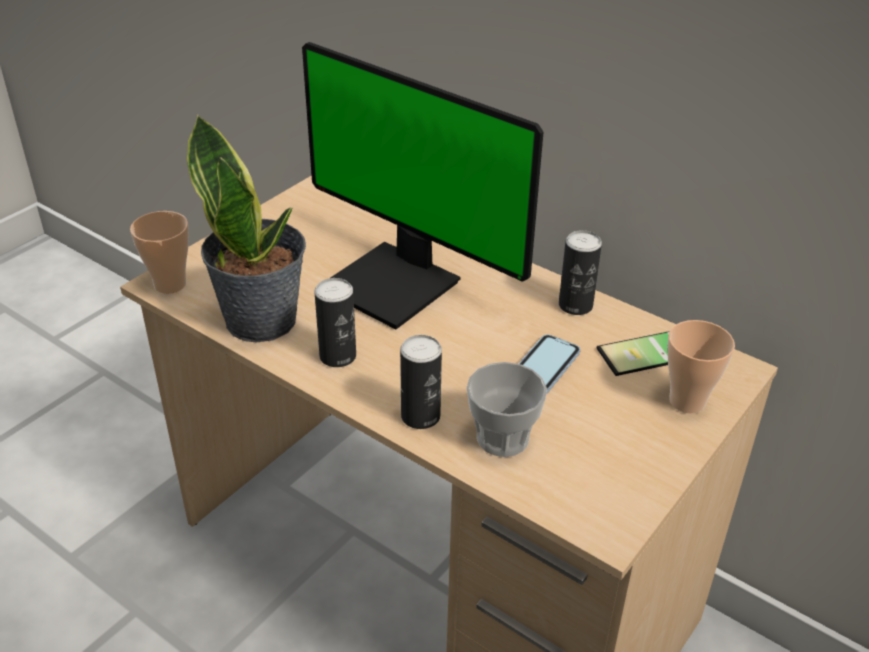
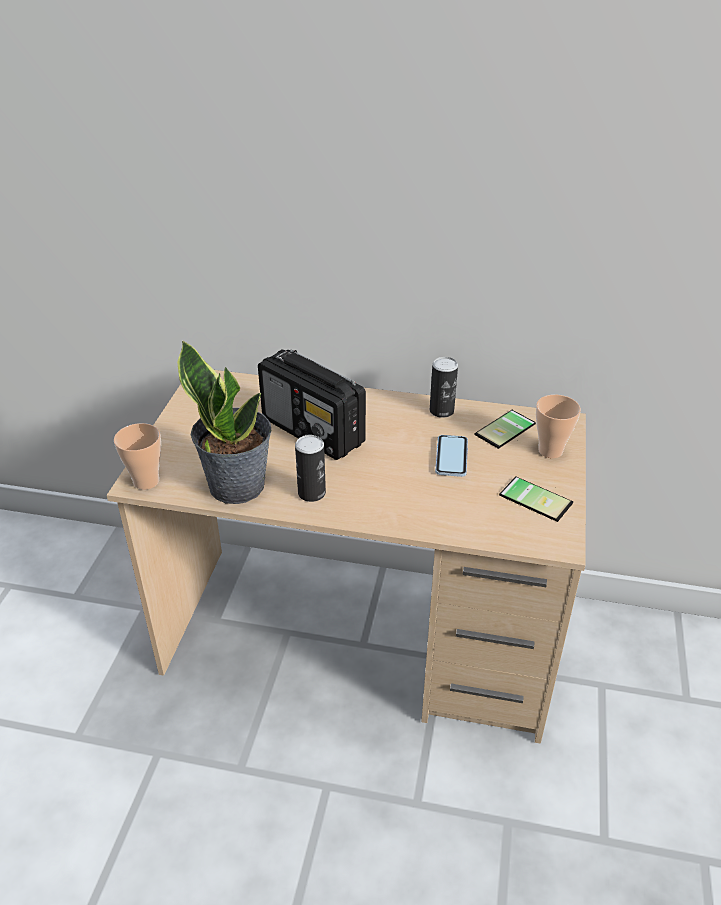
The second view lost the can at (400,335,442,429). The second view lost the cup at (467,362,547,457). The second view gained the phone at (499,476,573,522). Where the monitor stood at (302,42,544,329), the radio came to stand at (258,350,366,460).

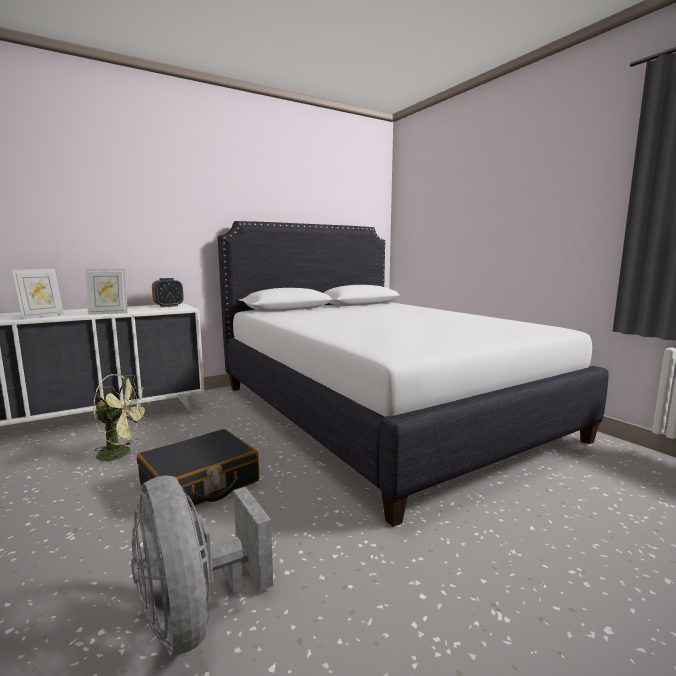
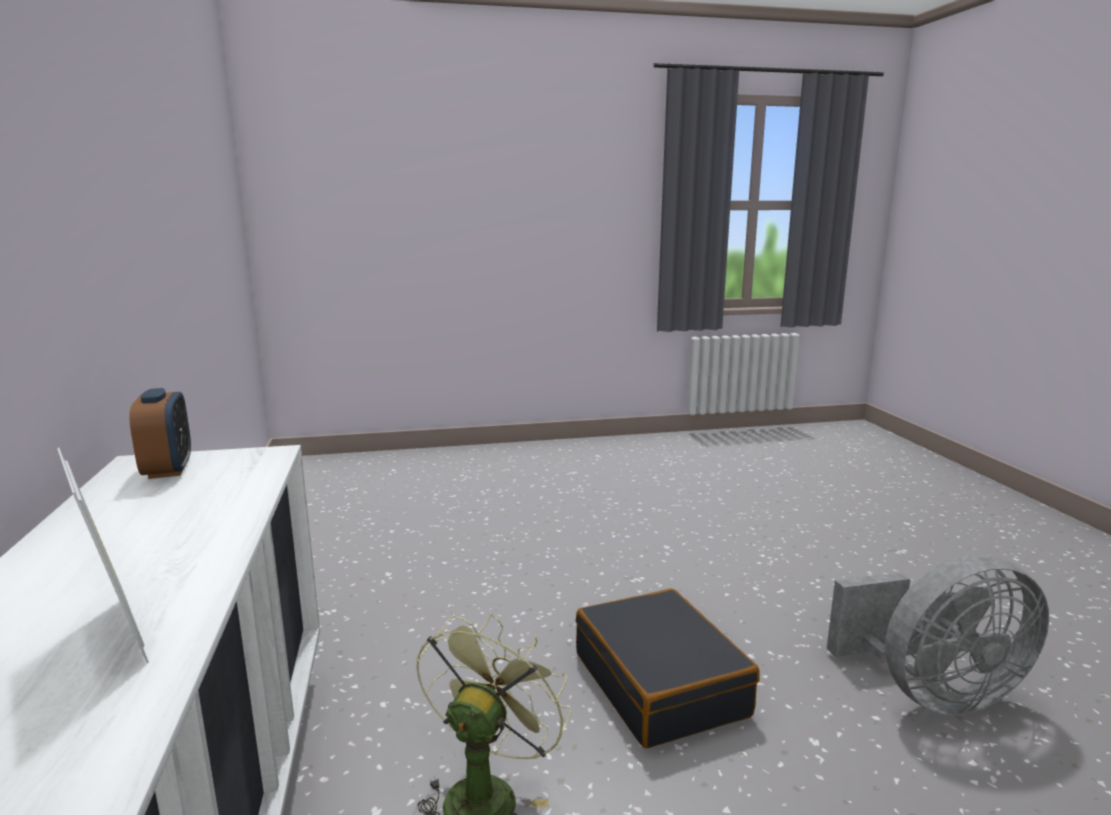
The second view lost the picture_frame at (85,269,128,315). The second view lost the white_bed at (218,221,609,527).

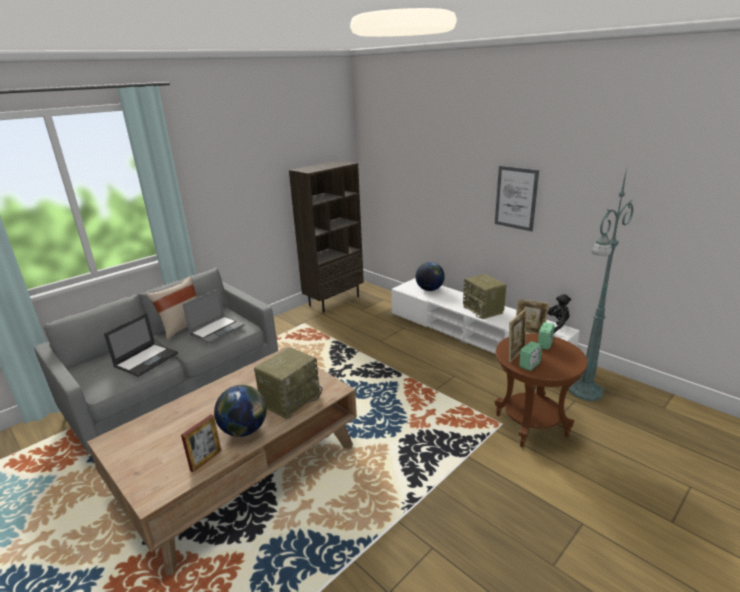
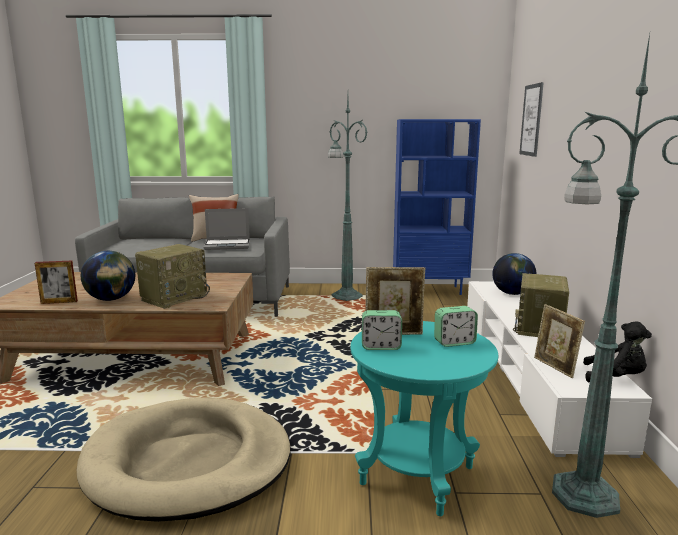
The second view lost the laptop at (104,313,178,377). The second view gained the beige_dog_bed at (77,397,291,522). The second view gained the green_floor_lamp at (328,97,368,301). The picture ended up elsewhere, having gone from (495,166,539,231) to (519,82,544,157). What was the brown_bookcase at (289,160,364,313) turned into the blue_bookcase at (393,119,481,295). What was the brown_side_table at (495,333,588,447) turned into the turquoise_side_table at (350,321,499,516). The radio at (254,347,322,419) ended up facing another way, 45 degrees counterclockwise from before.

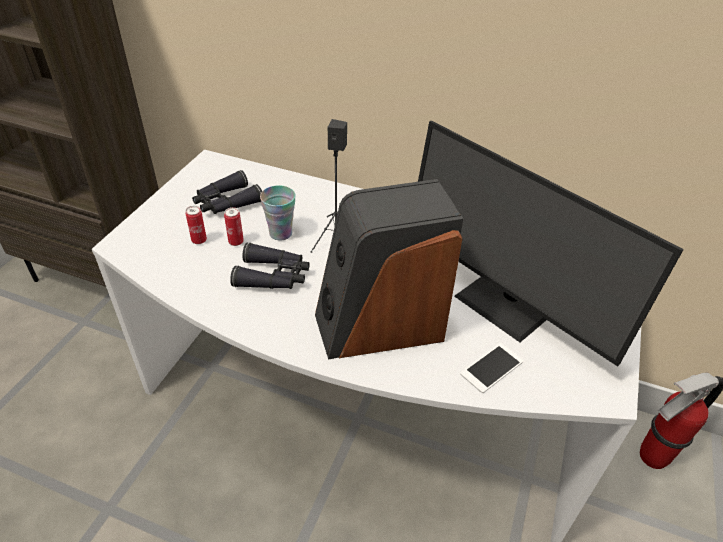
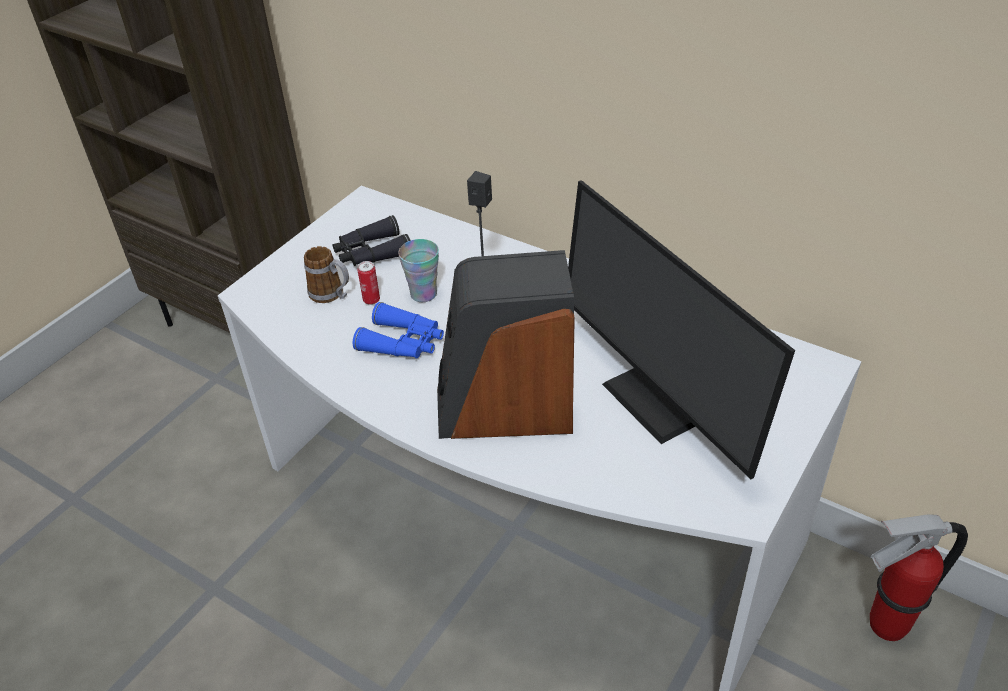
The second view lost the phone at (460,343,524,393). Where the can stood at (186,206,207,244), the mug came to stand at (304,246,349,303). What was the black_binoculars at (230,242,310,289) turned into the blue_binoculars at (353,302,444,359).

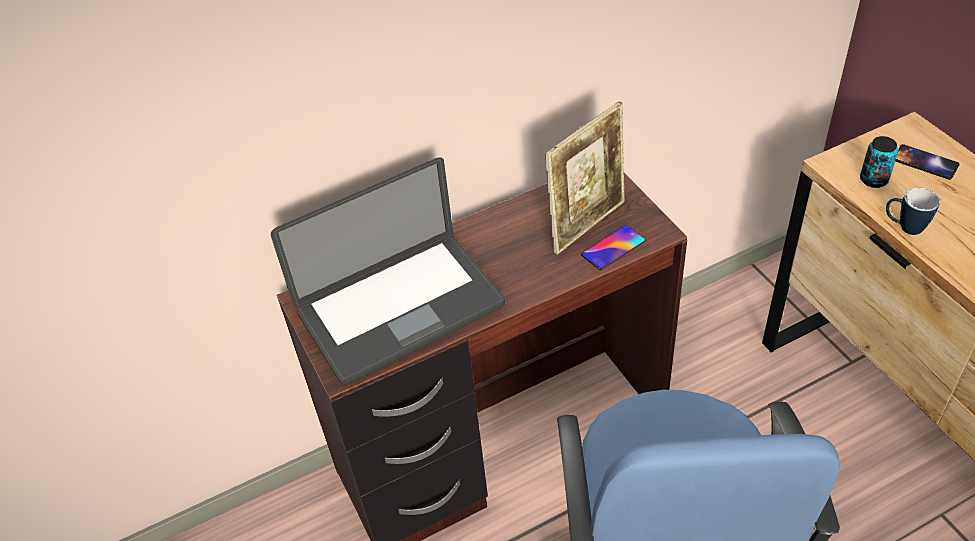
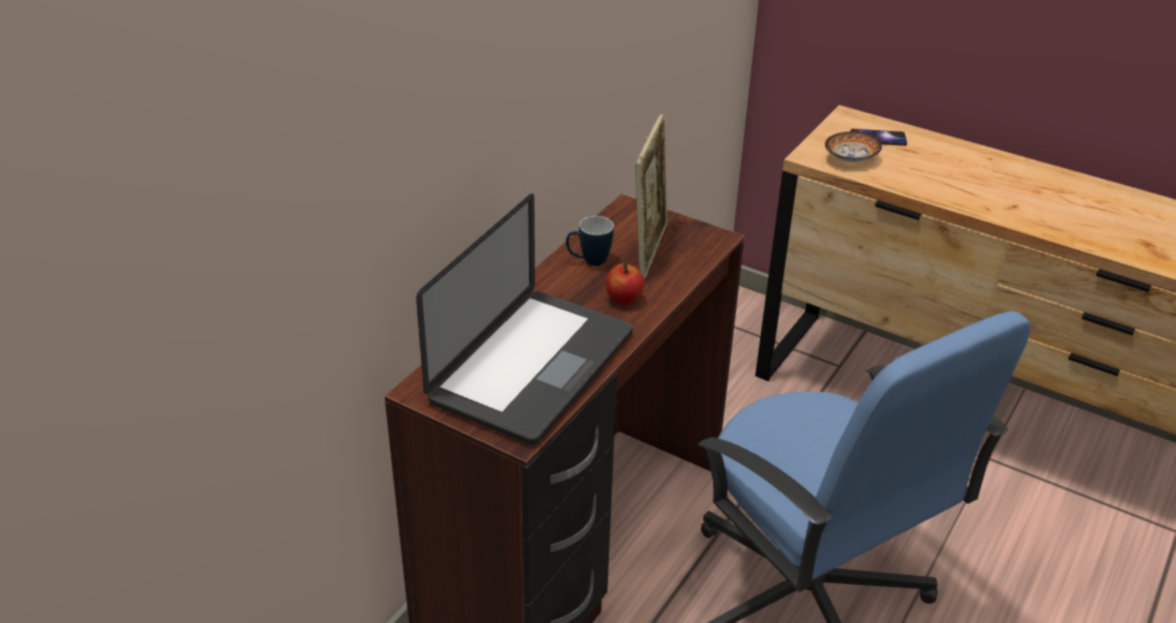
The second view lost the phone at (581,225,645,270). The second view gained the apple at (606,262,644,305). The mug ended up elsewhere, having gone from (886,187,940,235) to (566,216,614,266). Where the can stood at (860,136,898,188), the bowl came to stand at (825,132,882,162).

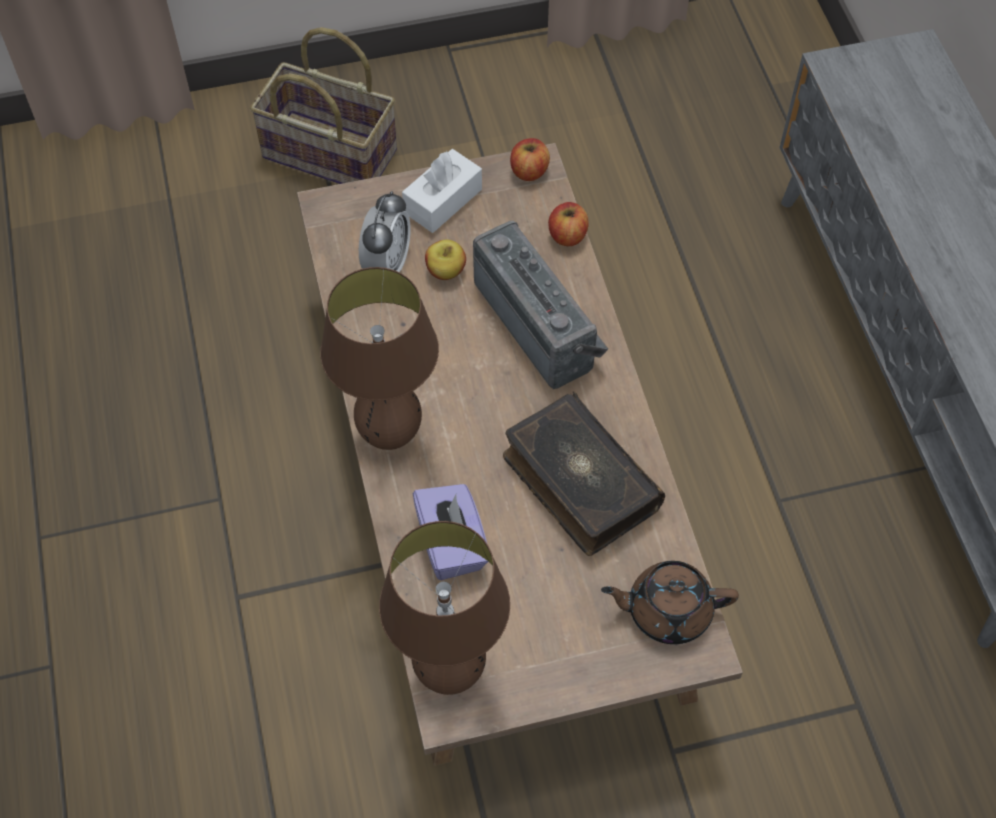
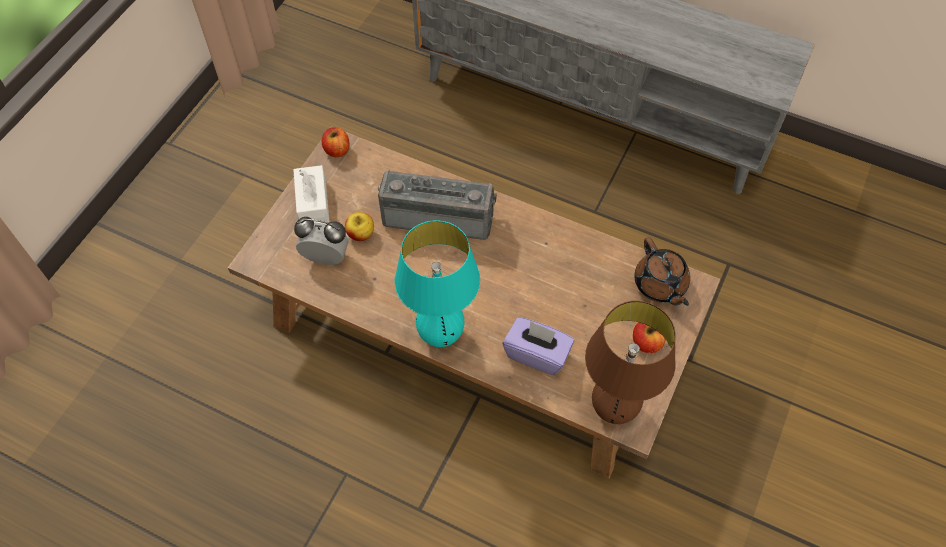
The second view lost the basket at (250,27,397,184). The second view lost the book at (503,391,665,556). The apple ended up elsewhere, having gone from (548,202,589,246) to (633,323,666,353). What was the brown_table_lamp at (320,267,439,450) turned into the turquoise_table_lamp at (395,220,480,347). The alarm_clock at (359,191,411,272) ended up facing another way, 45 degrees counterclockwise from before. The brown_teapot at (601,561,739,644) ended up facing another way, 60 degrees counterclockwise from before.

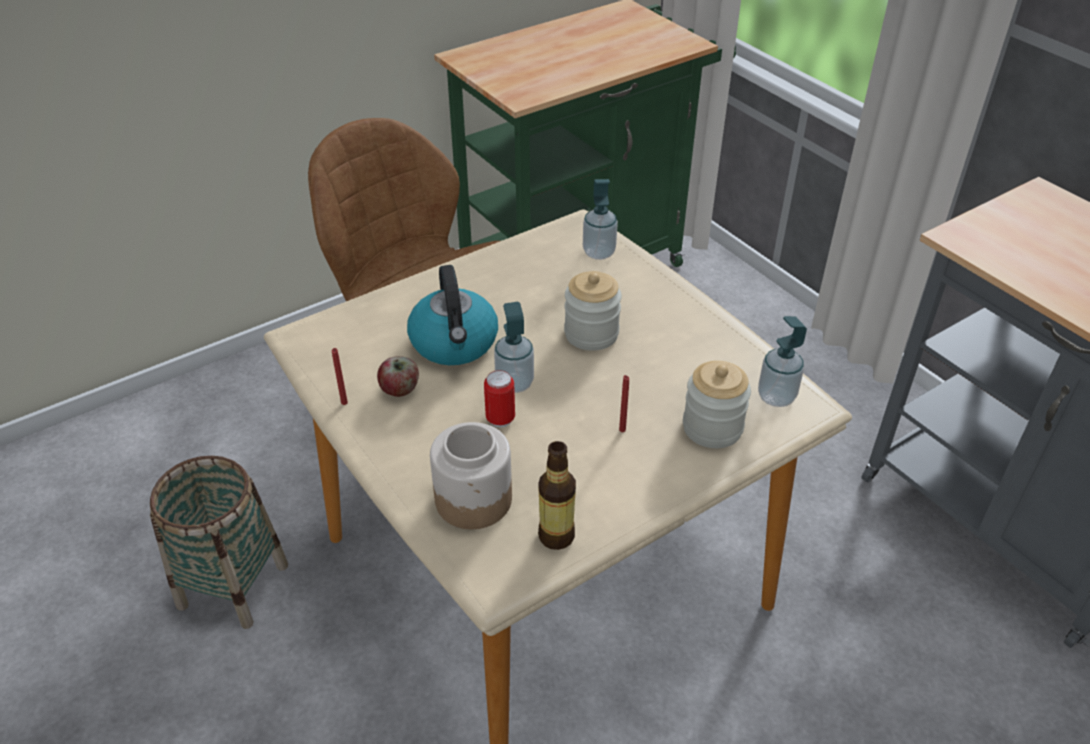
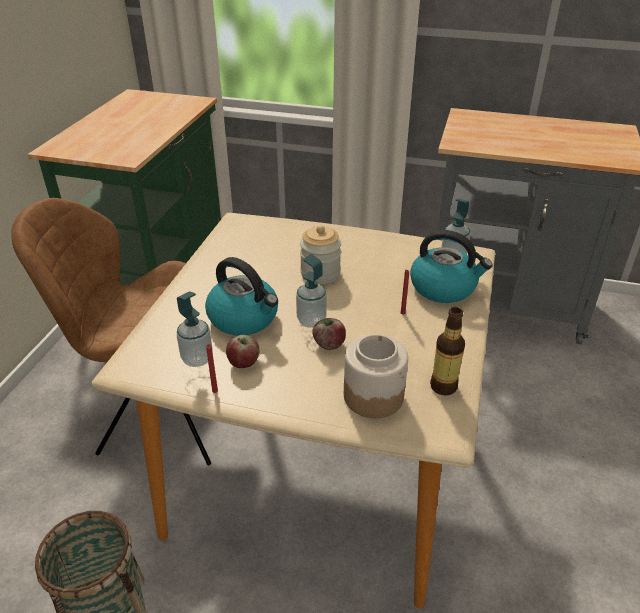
The soap_dispenser ended up elsewhere, having gone from (583,179,618,260) to (177,291,213,367). Where the can stood at (484,370,515,427), the apple came to stand at (312,318,346,350). Where the jar stood at (683,361,751,448), the kettle came to stand at (410,230,493,303).

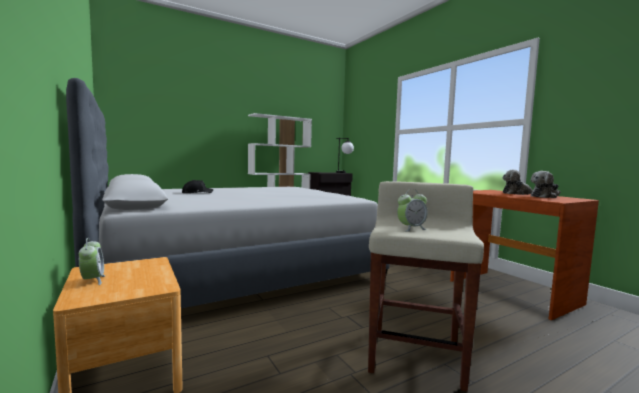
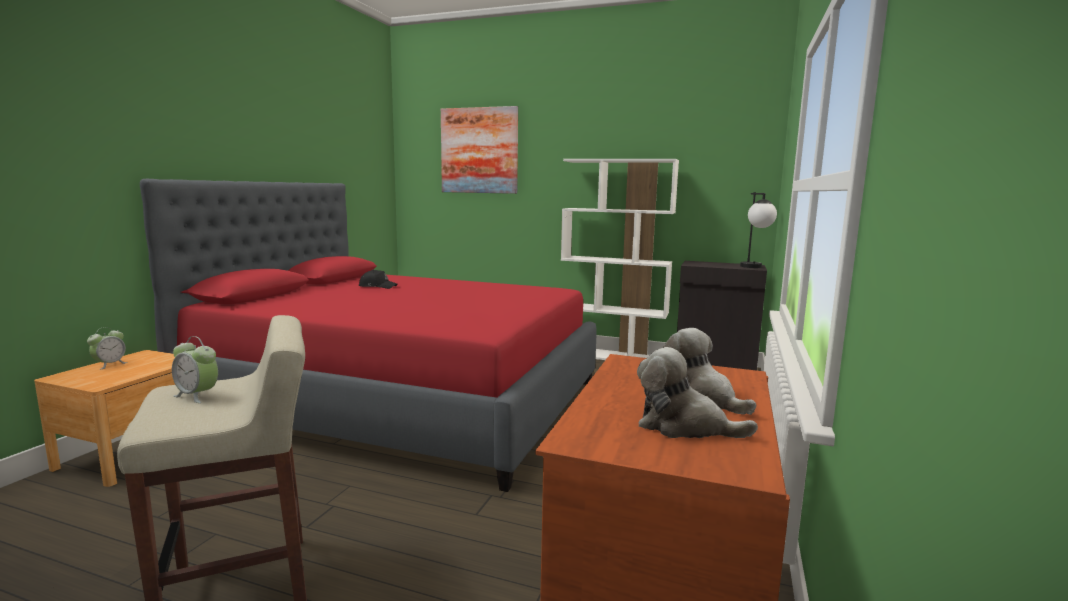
The second view gained the picture at (441,106,518,194). What was the grey_bed at (66,78,389,308) turned into the red_bed at (140,179,597,492).

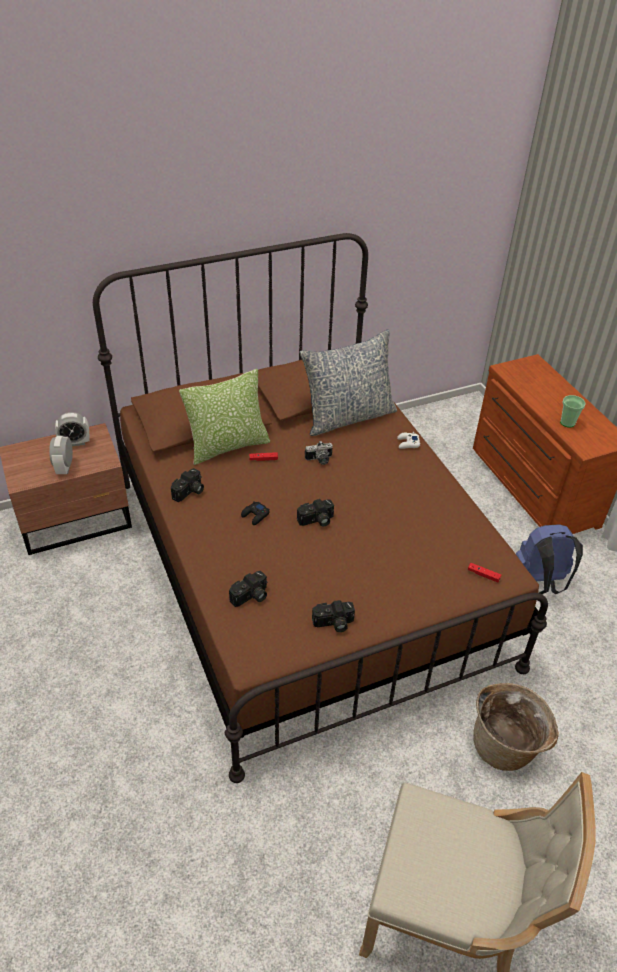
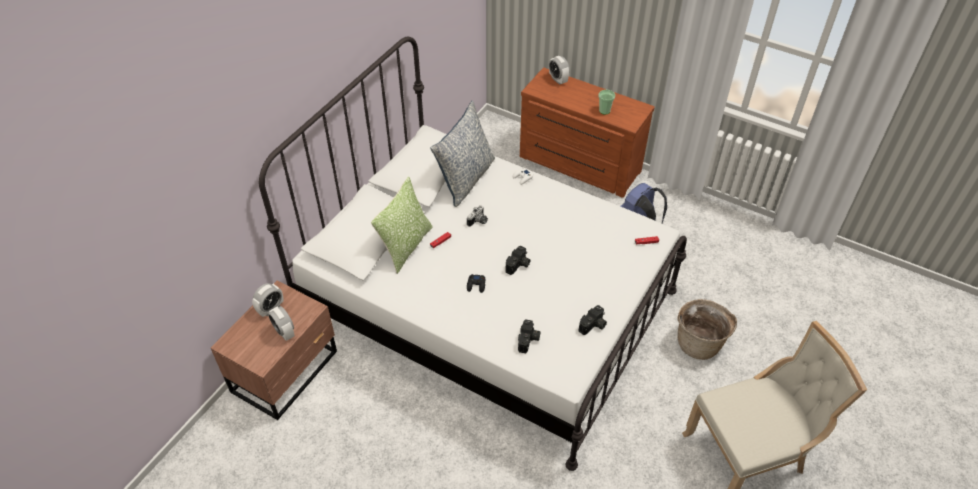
The second view lost the photo_camera at (171,468,204,502). The second view gained the alarm_clock at (549,56,570,85). What was the brown_bed at (93,233,548,783) turned into the white_bed at (259,37,687,471).

